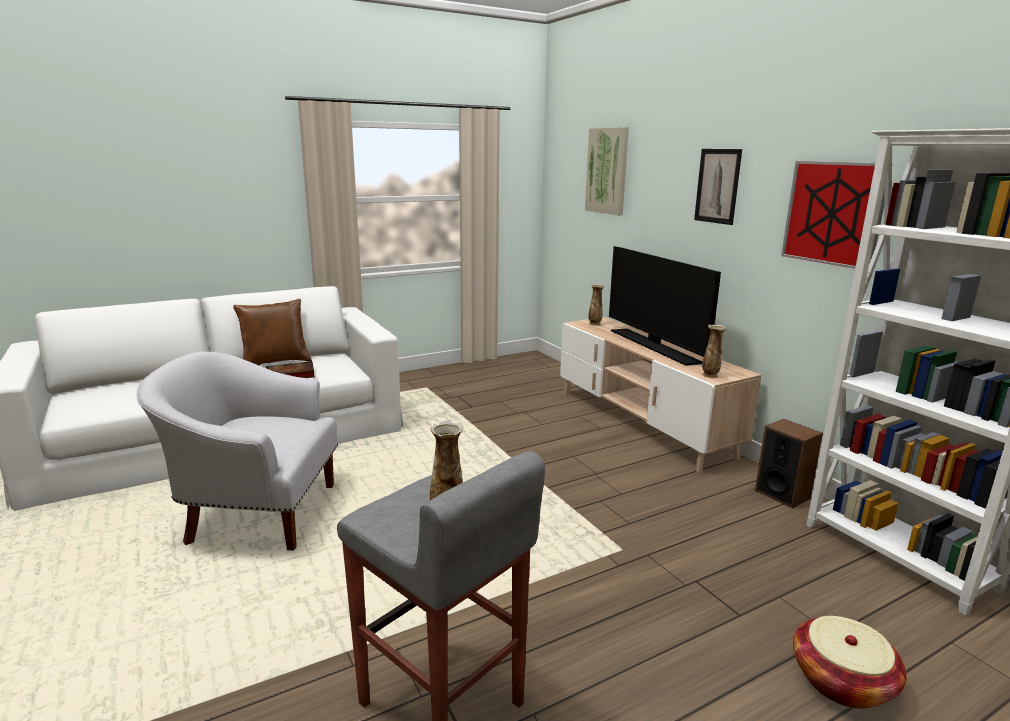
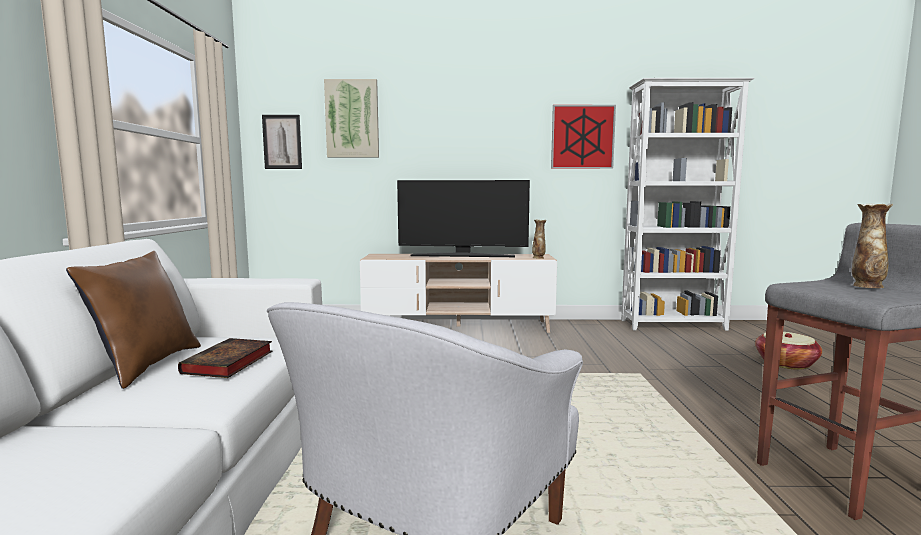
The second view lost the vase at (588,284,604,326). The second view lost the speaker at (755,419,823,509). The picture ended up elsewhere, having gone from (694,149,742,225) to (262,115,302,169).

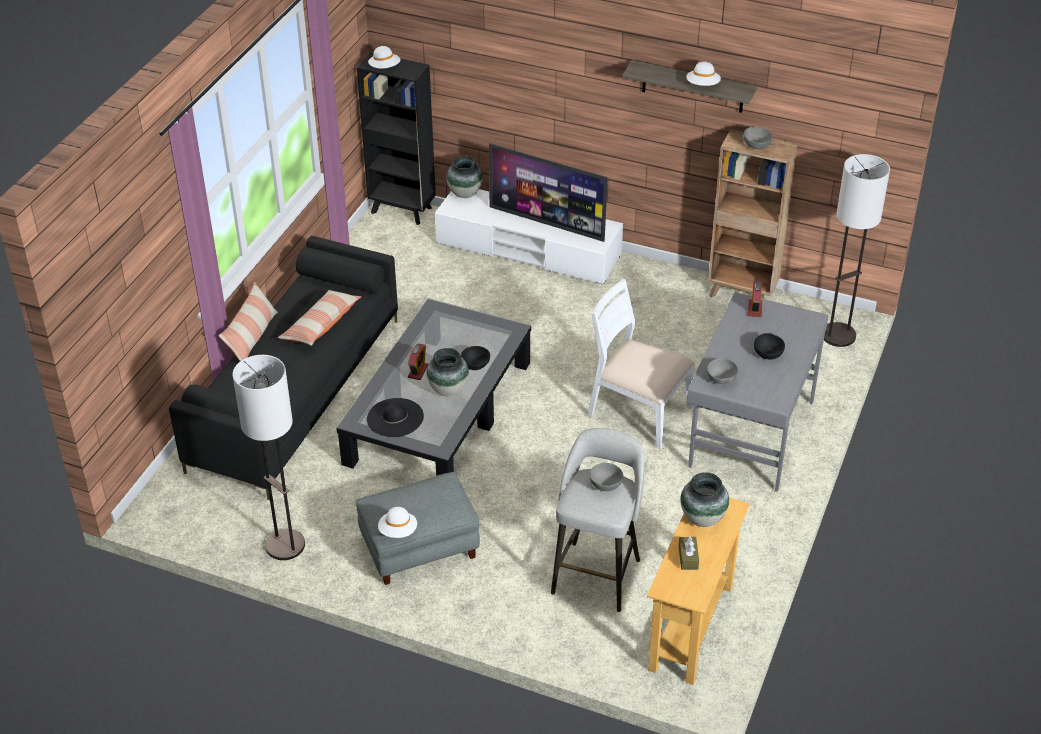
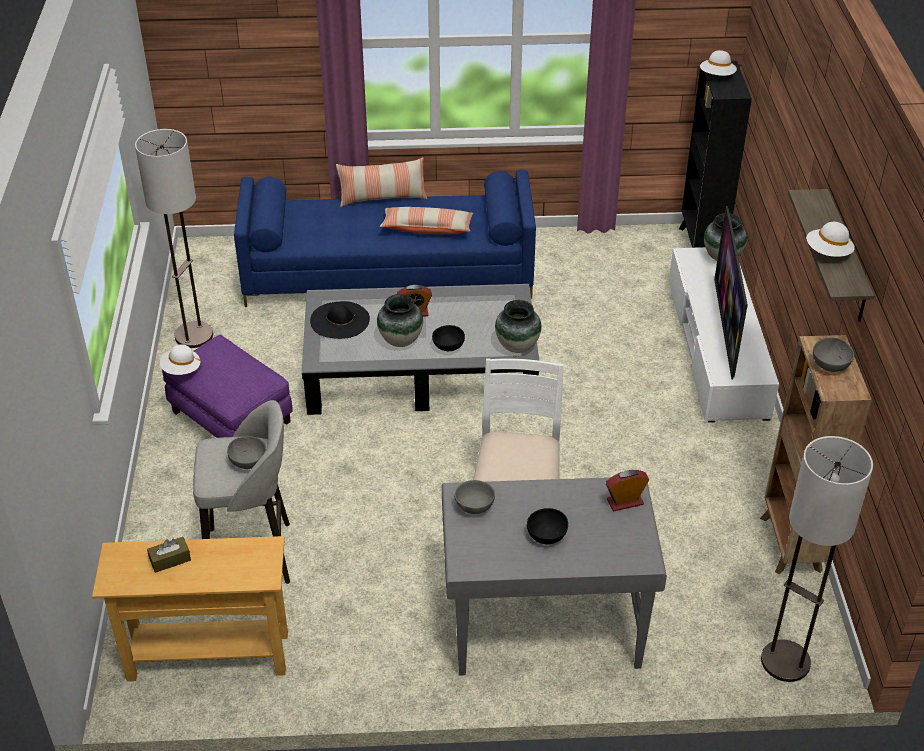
The vase ended up elsewhere, having gone from (680,472,729,527) to (495,300,542,353). What was the black_sofa at (169,236,398,500) turned into the blue_sofa at (234,170,536,307). What was the grey_ottoman at (356,472,480,585) turned into the purple_ottoman at (162,335,293,438).

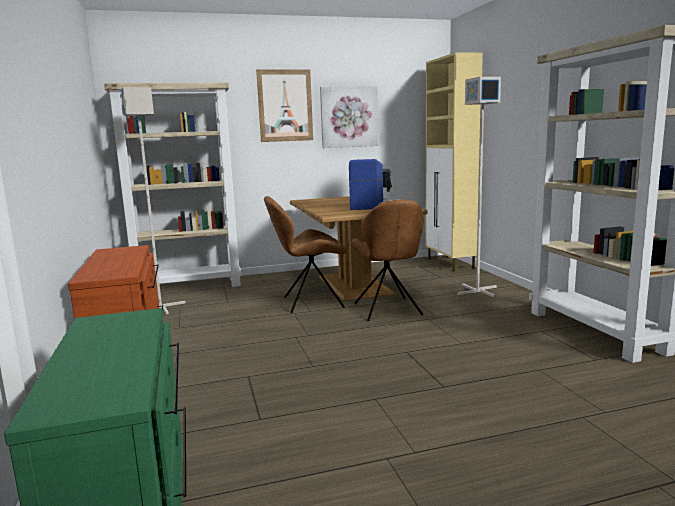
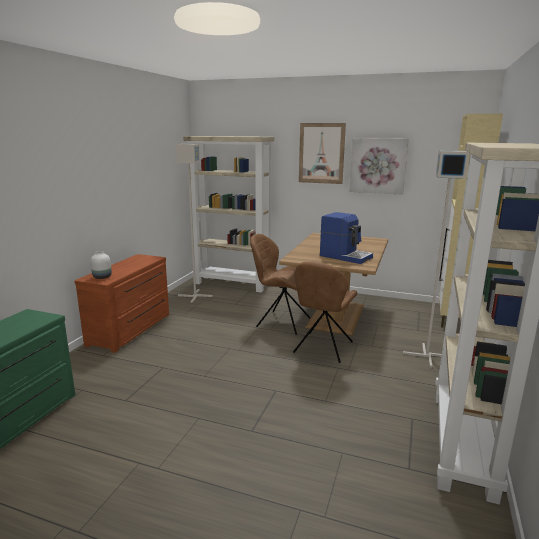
The second view gained the white_vase at (90,251,112,279).

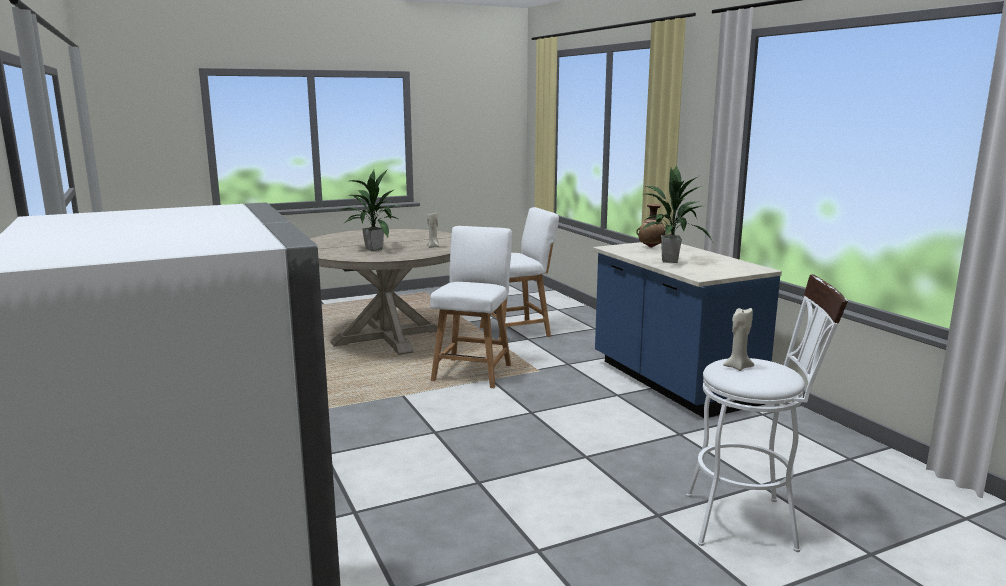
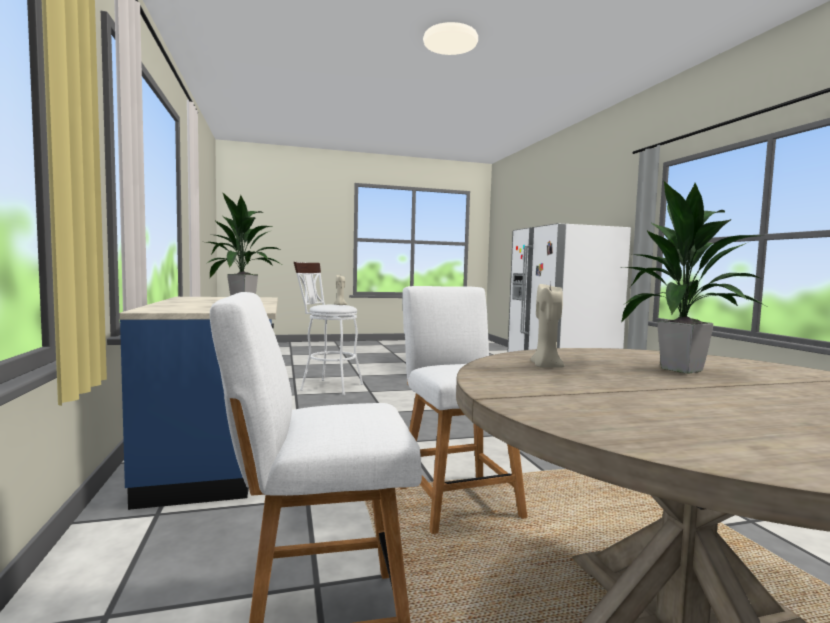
The second view lost the vase at (636,204,667,248). The white_chair at (430,226,512,388) ended up facing another way, 135 degrees clockwise from before.

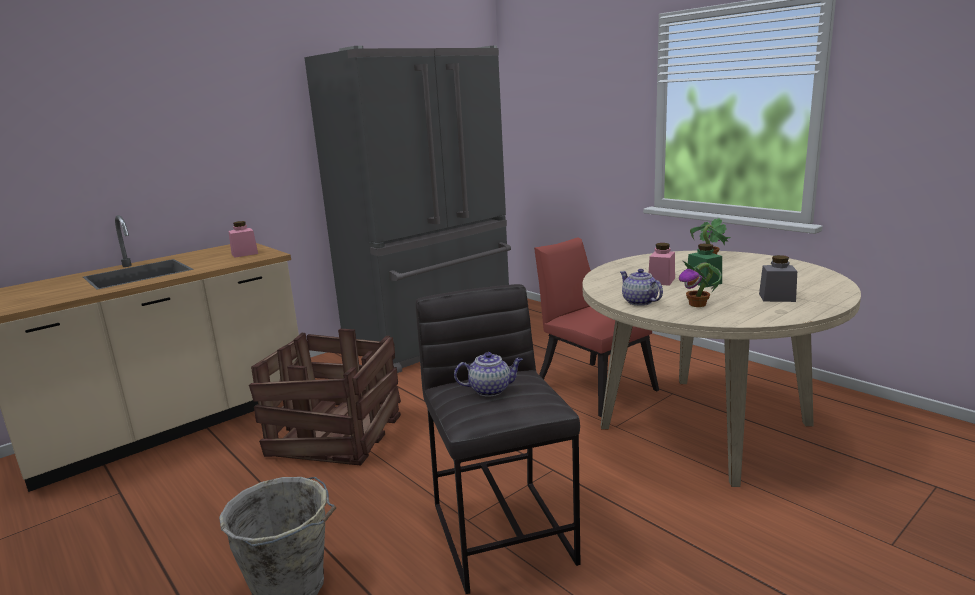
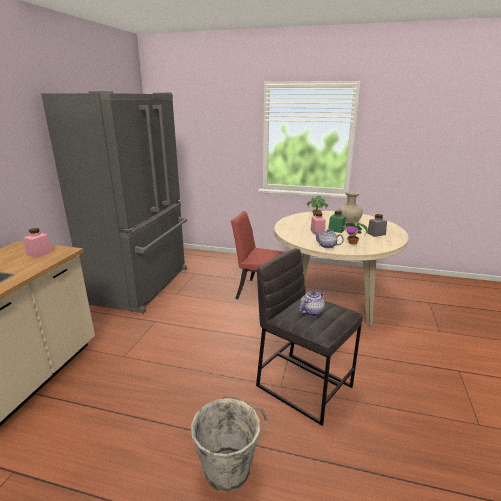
The second view lost the crate at (249,329,401,466). The second view gained the beige_vase at (338,191,363,225).

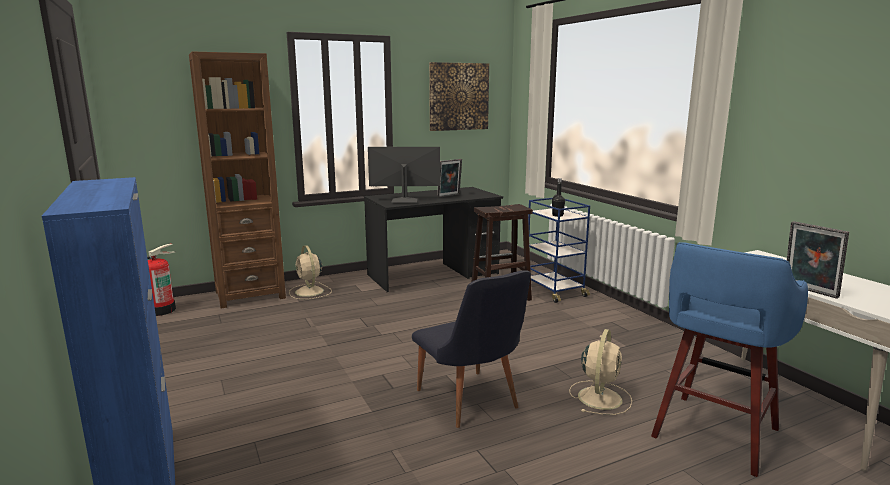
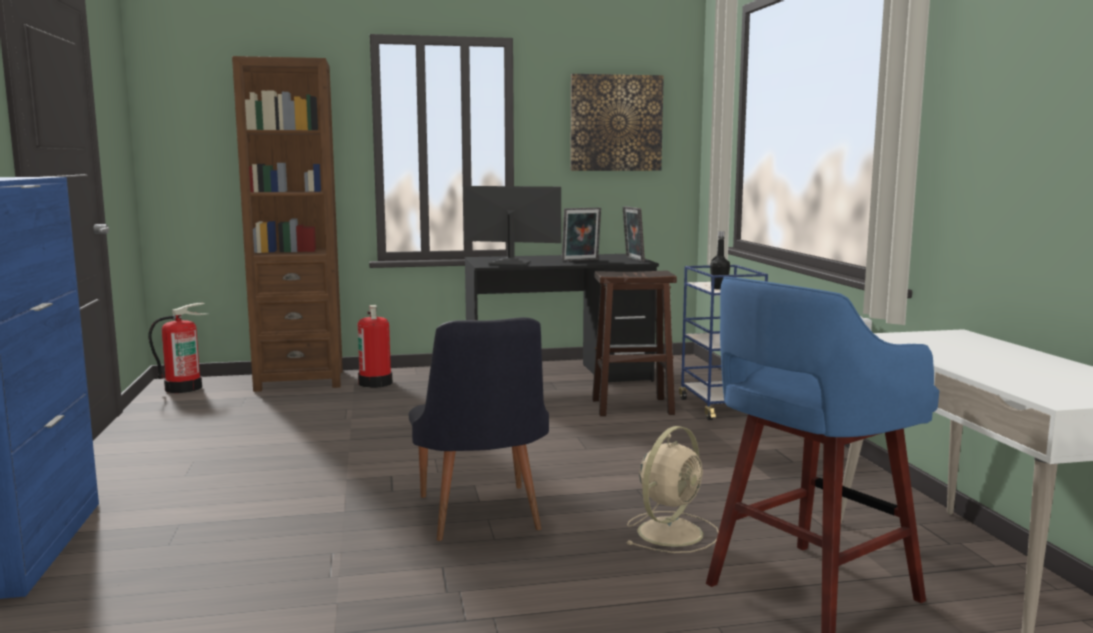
The picture_frame ended up elsewhere, having gone from (787,221,849,299) to (623,206,645,262). Where the beige_fan stood at (289,245,332,299), the fire_extinguisher came to stand at (358,305,392,388).

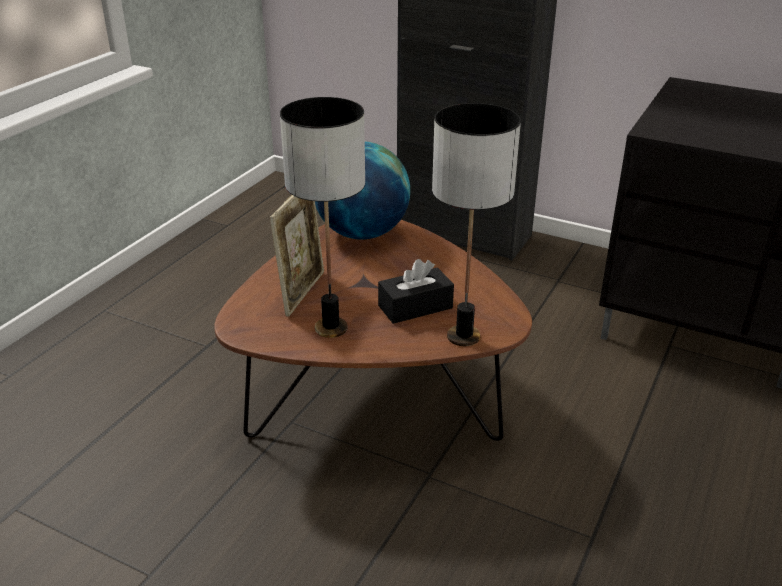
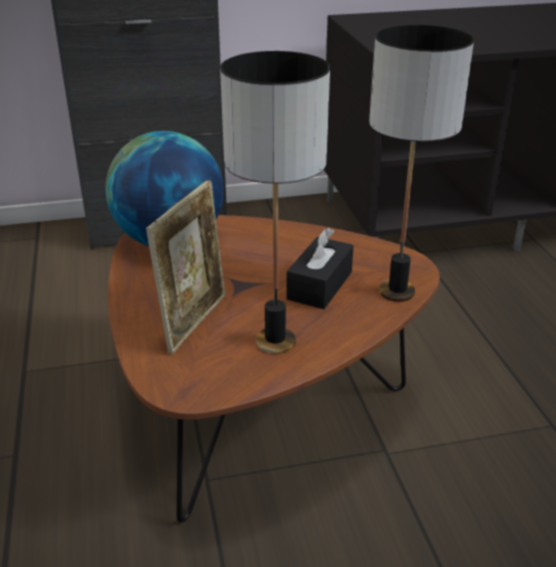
The picture_frame at (270,195,324,317) ended up facing another way, 45 degrees clockwise from before.

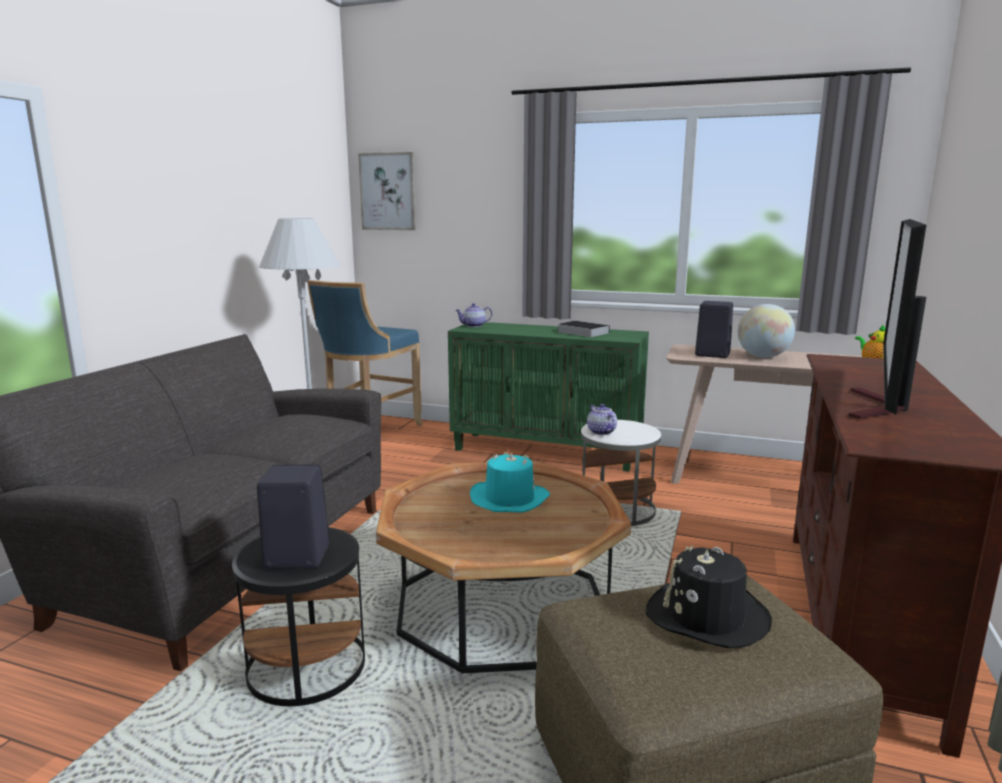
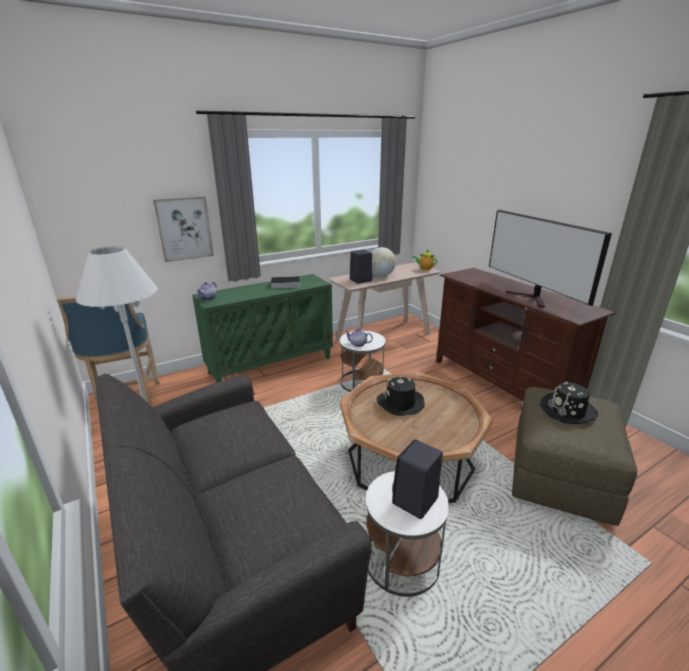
The picture ended up elsewhere, having gone from (358,152,416,230) to (153,196,214,262). What was the black_side_table at (232,527,365,706) turned into the white_side_table at (366,471,449,597). What was the turquoise_hat at (470,452,550,513) turned into the black_hat at (377,376,425,416).

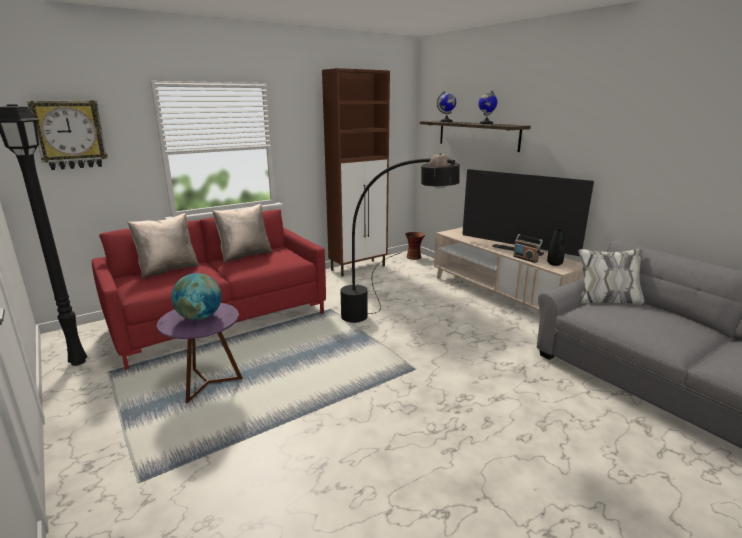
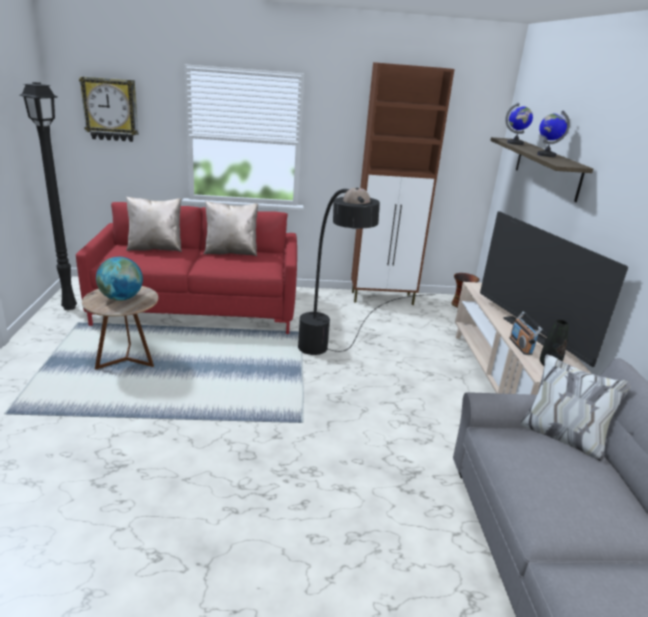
What was the purple_side_table at (157,303,243,403) turned into the brown_side_table at (82,286,158,370).

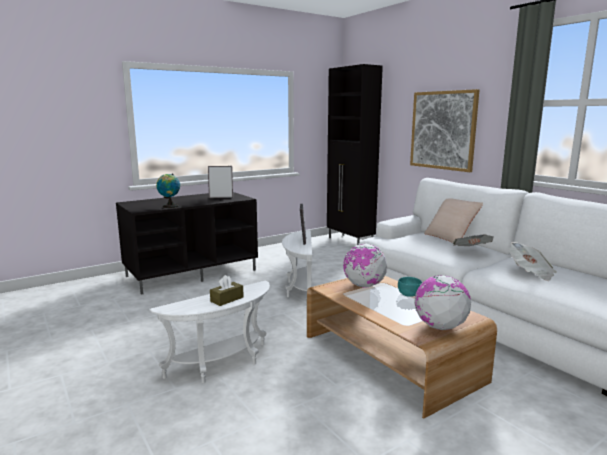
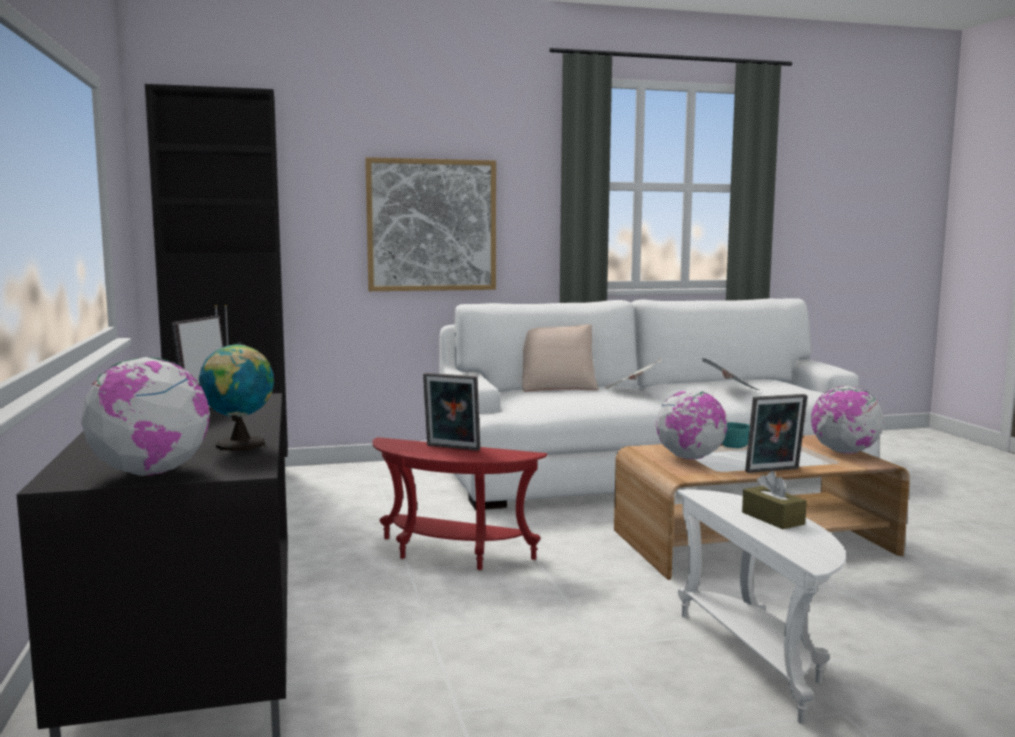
The second view gained the globe at (81,357,210,476). The second view gained the picture_frame at (745,394,808,473). What was the white_side_table at (282,230,312,297) turned into the red_side_table at (373,437,548,570).

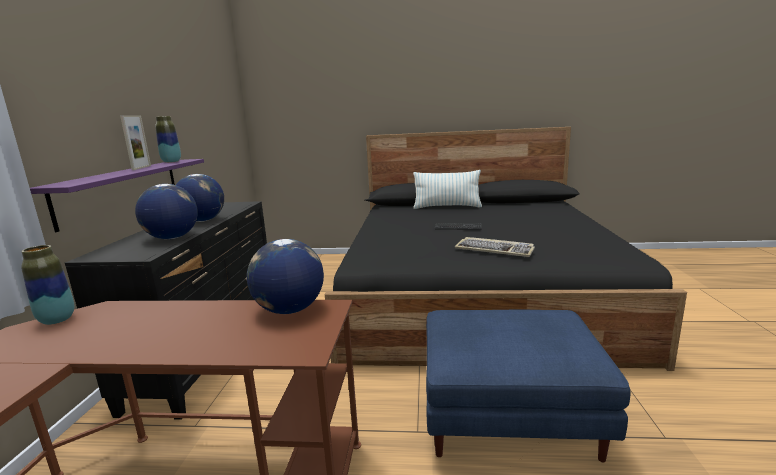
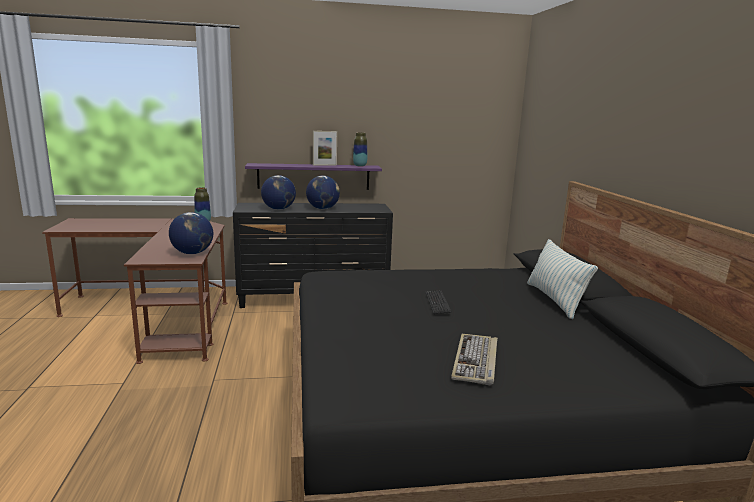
The second view lost the blue_ottoman at (426,310,630,462). The keyboard ended up elsewhere, having gone from (455,237,535,257) to (451,334,498,385).

